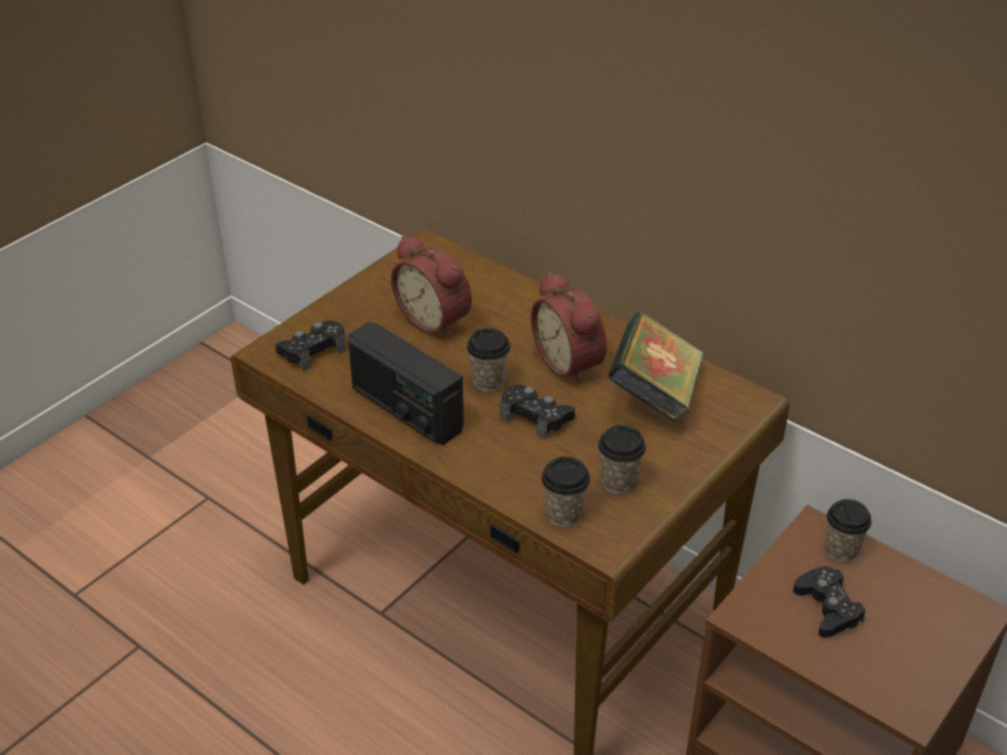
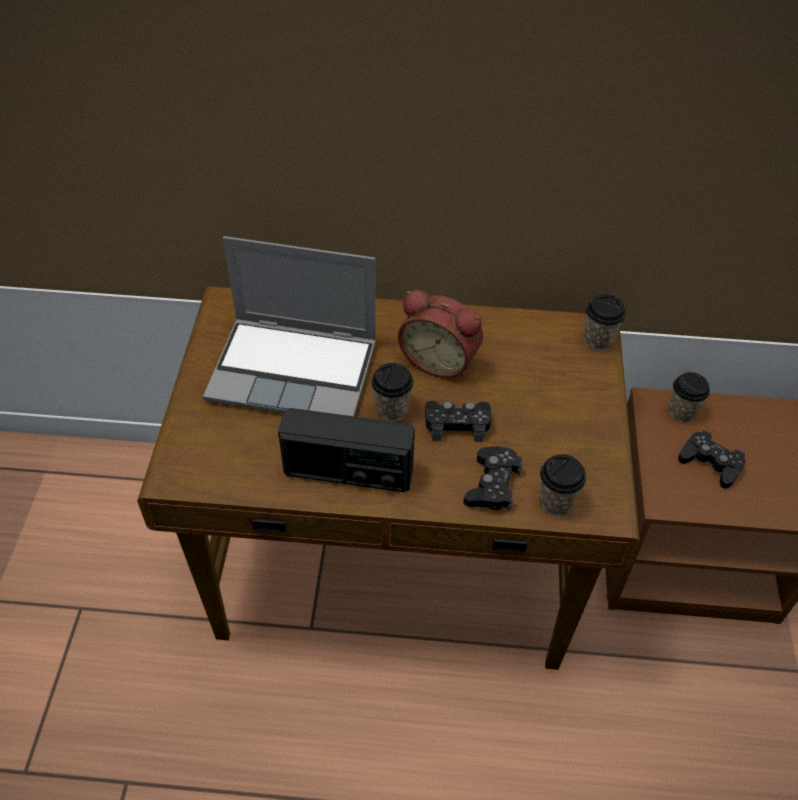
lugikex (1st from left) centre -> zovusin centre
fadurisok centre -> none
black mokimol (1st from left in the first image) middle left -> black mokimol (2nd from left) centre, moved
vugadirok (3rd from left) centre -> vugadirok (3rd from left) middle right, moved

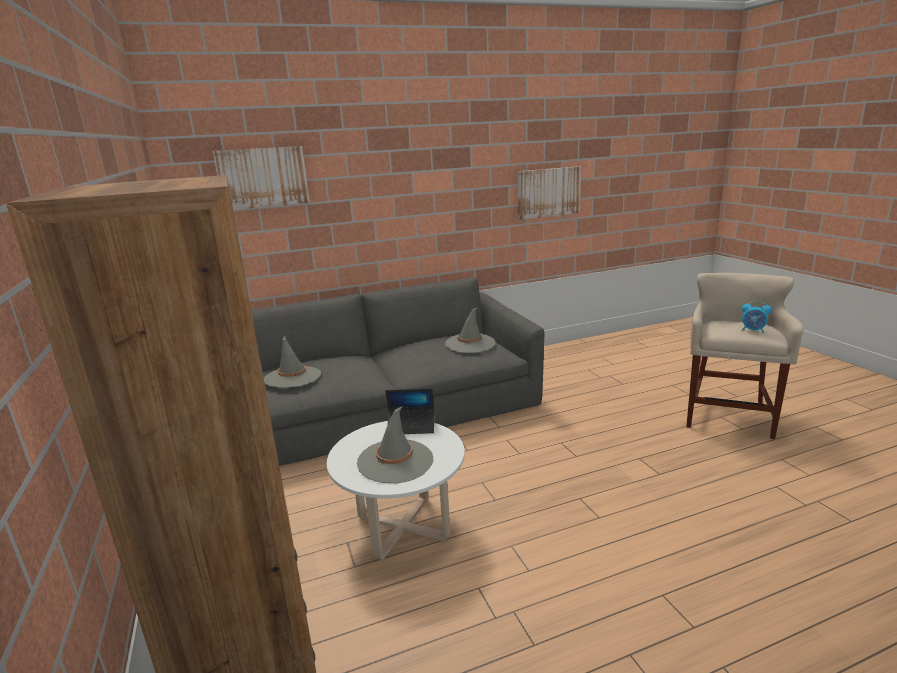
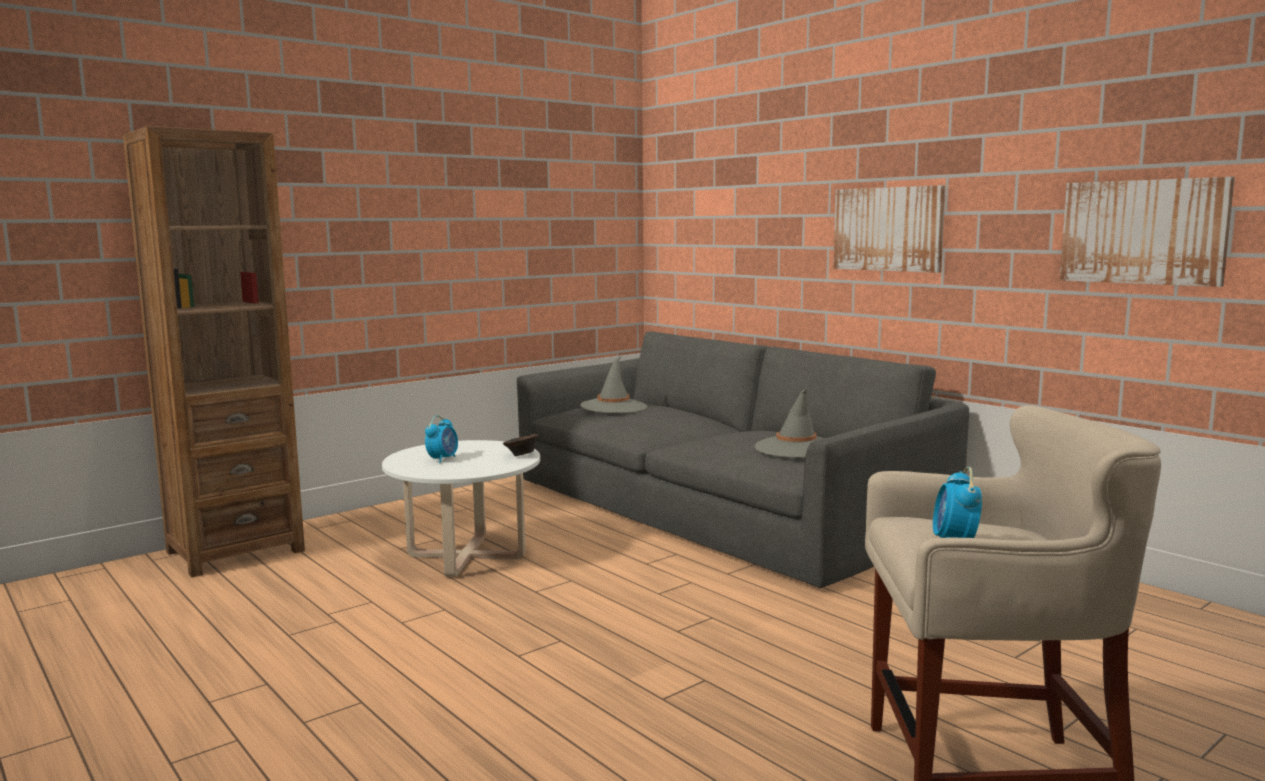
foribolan (1st from left) top left -> foribolan (1st from left) top right, moved
zovusin centre -> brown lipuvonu centre
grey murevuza (2nd from left) centre -> lugikex (1st from left) centre

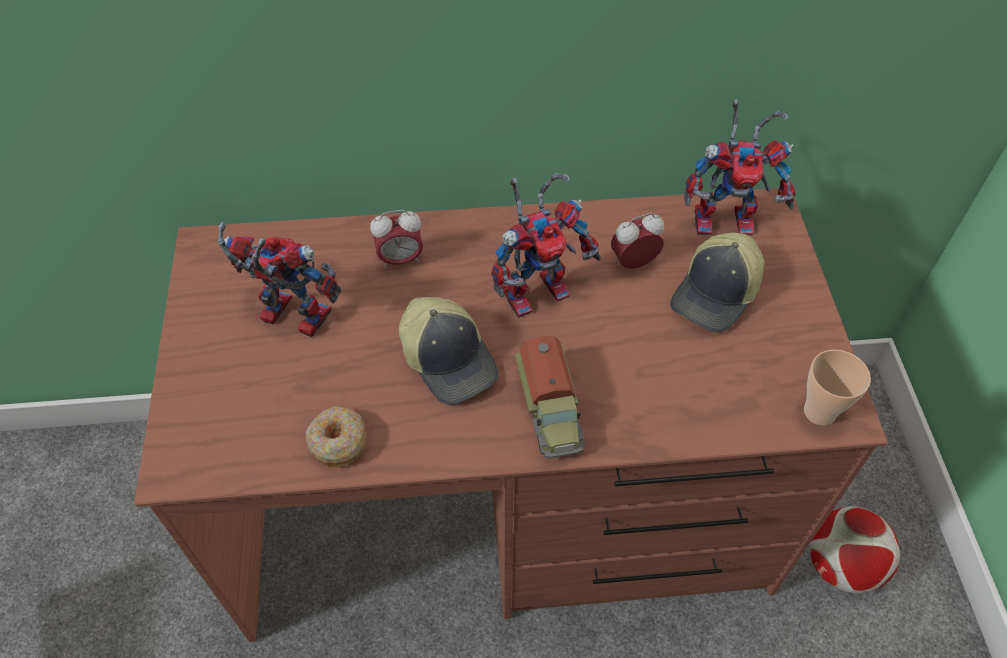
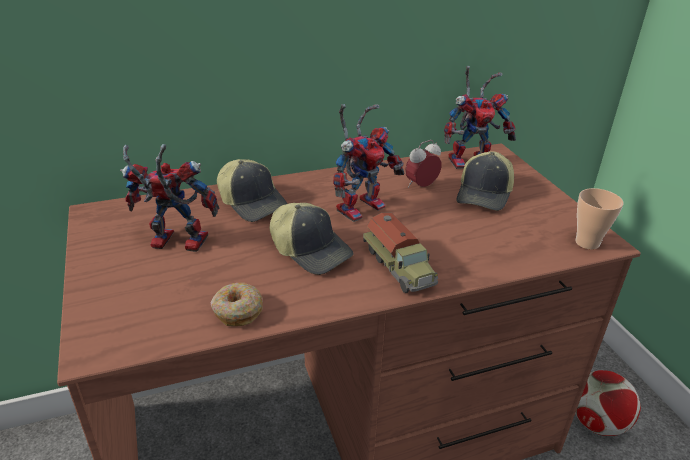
lugikex (1st from left) centre -> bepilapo (1st from left) centre

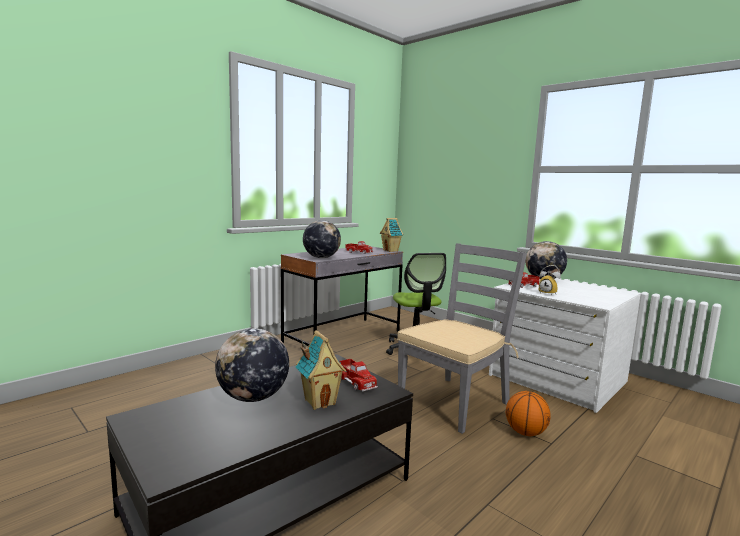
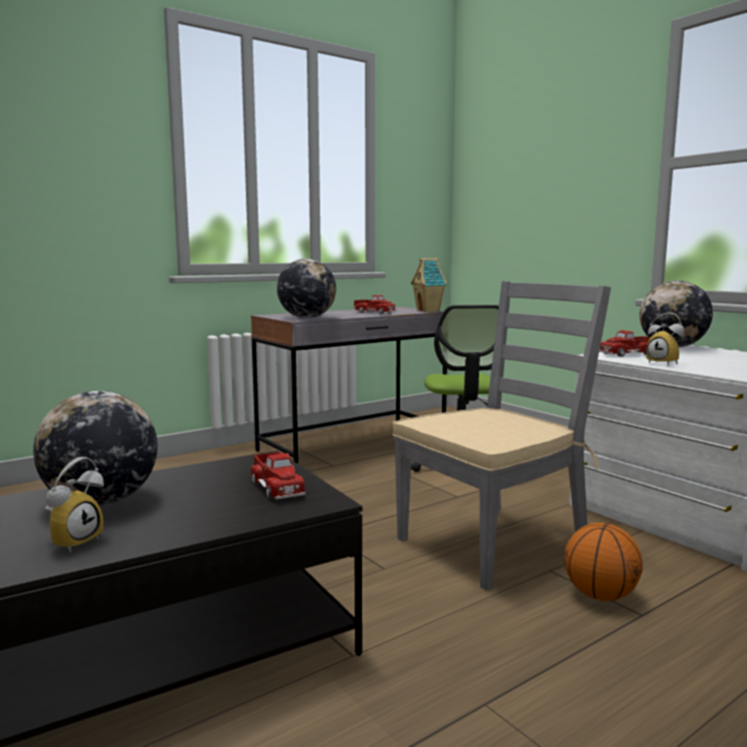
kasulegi (1st from left) bottom centre -> none
none -> lugikex (1st from left) bottom left

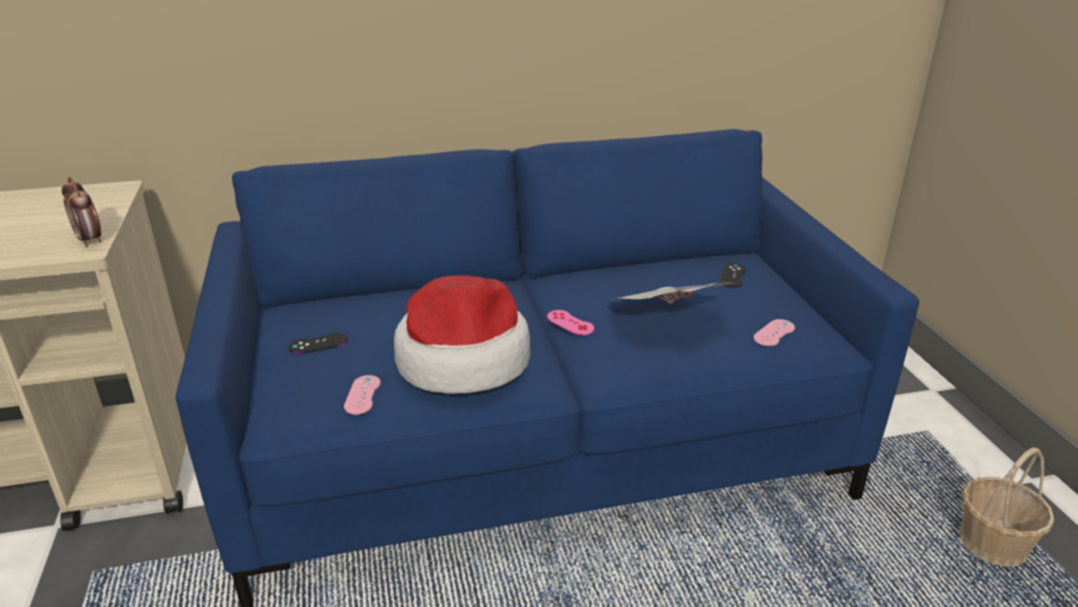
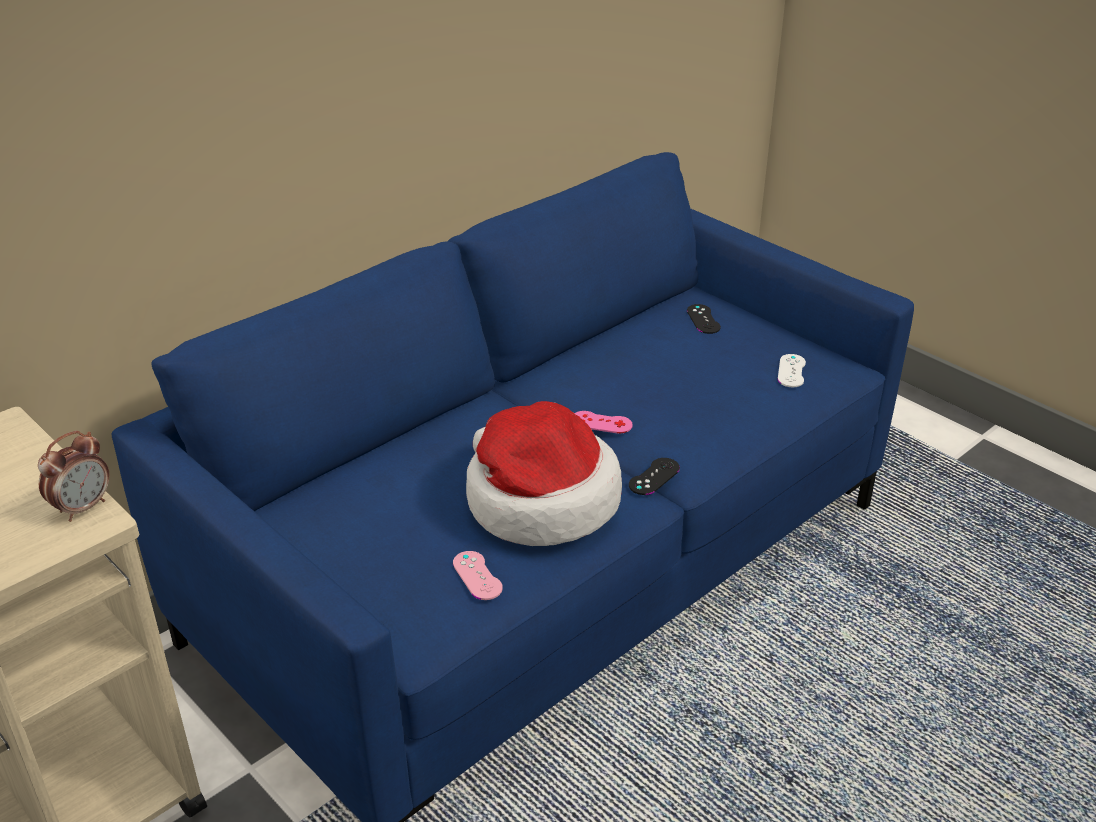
lugikex middle left, 75 degrees counterclockwise
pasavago centre -> none
pink mokimol (3rd from left) middle right -> white mokimol middle right
black mokimol (1st from left) middle left -> black mokimol (1st from left) centre, moved
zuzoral bottom right -> none

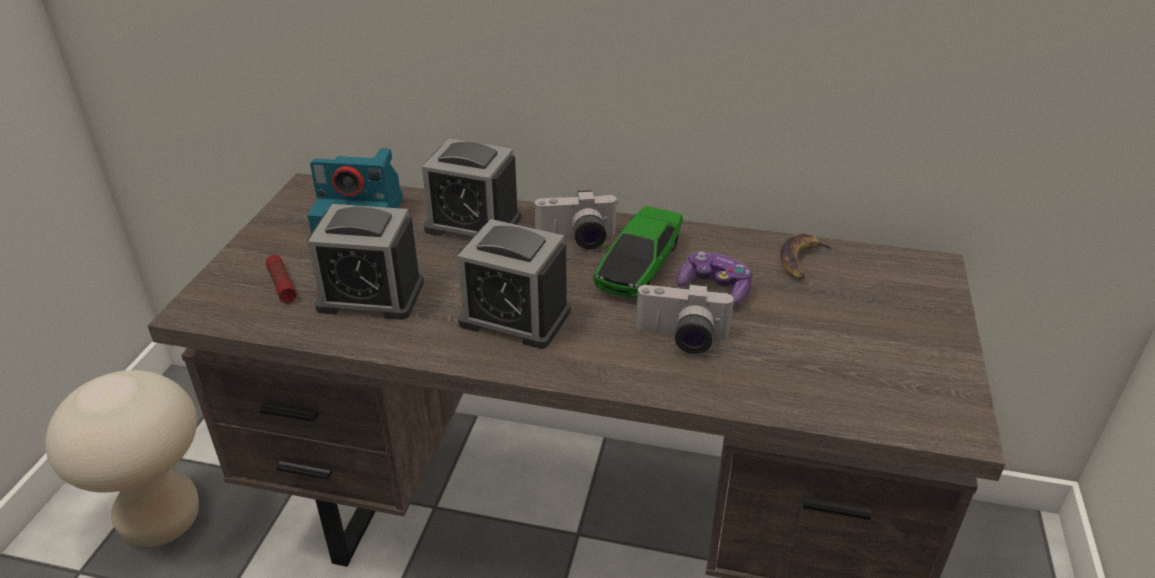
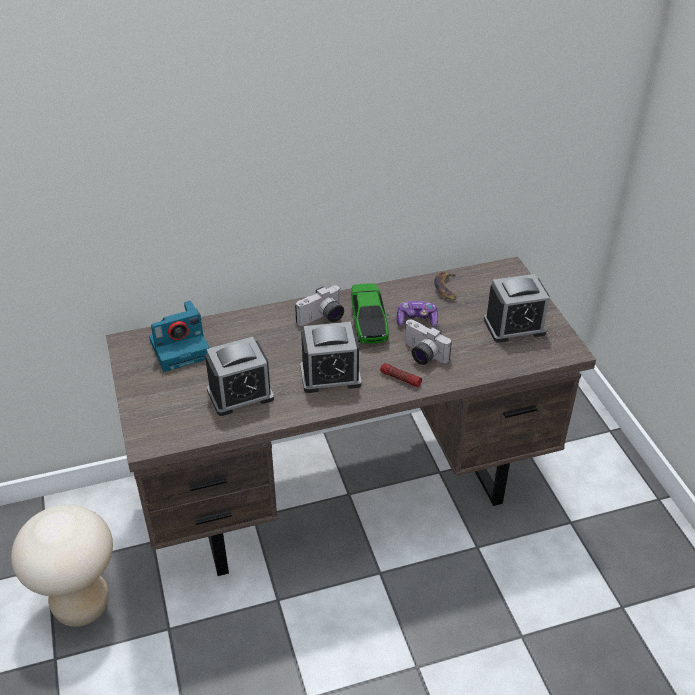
lugikex (2nd from left in the first image) top centre -> lugikex (3rd from left) middle right, moved
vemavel middle left -> vemavel centre, moved
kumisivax (3rd from left) centre, 60 degrees clockwise

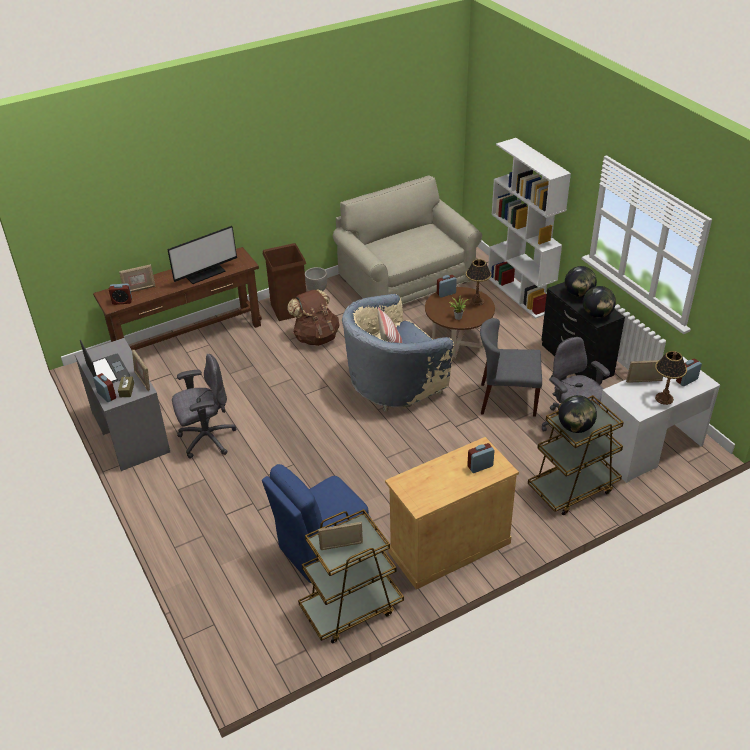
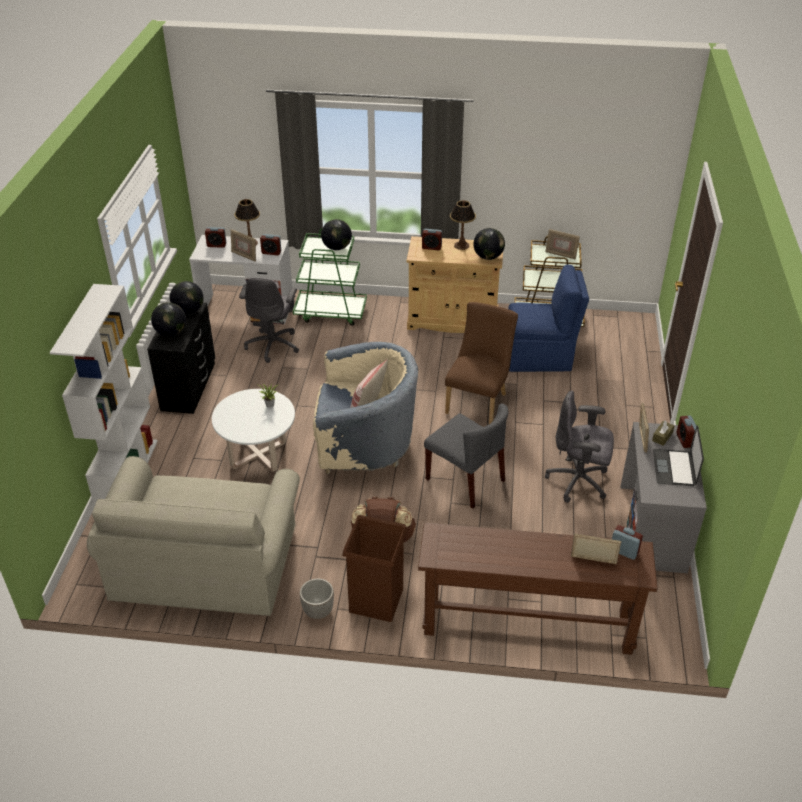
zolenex middle left -> none
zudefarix (1st from left in the first image) centre -> zudefarix (2nd from left) top centre, moved
lugikex (3rd from left in the first image) centre -> lugikex (2nd from left) top centre, moved
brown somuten centre -> white somuten middle left
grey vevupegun middle right -> grey vevupegun centre, moved
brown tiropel (2nd from left) middle right -> green tiropel centre
none -> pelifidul (4th from left) top centre
none -> brown vevupegun centre

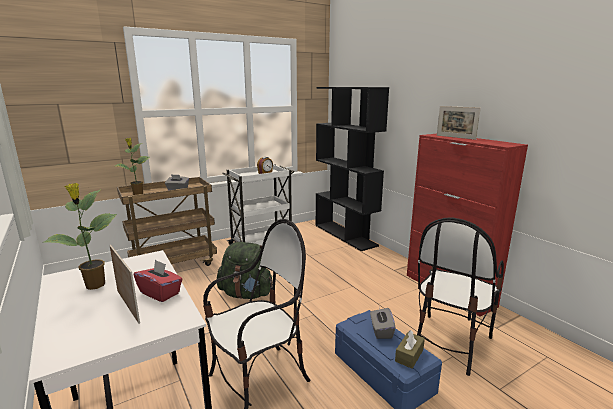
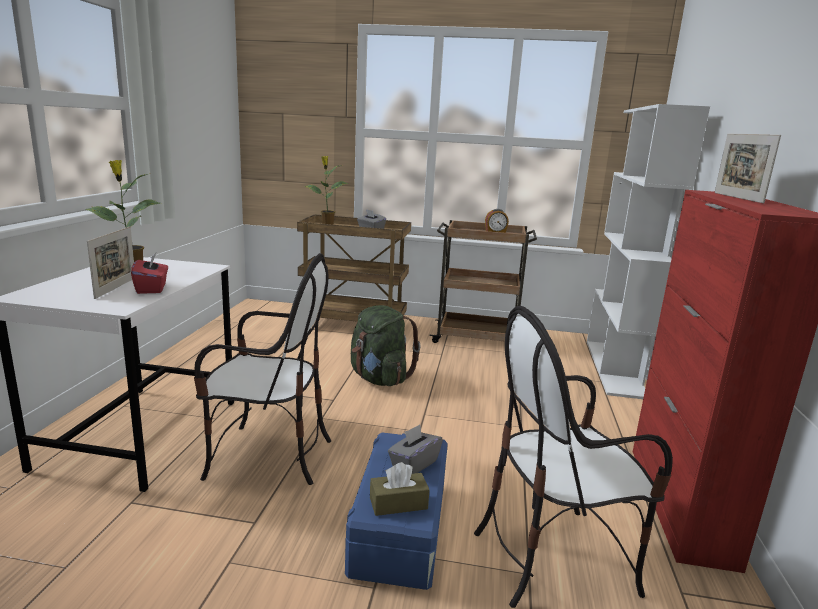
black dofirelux centre -> white dofirelux middle right
white tiropel centre -> brown tiropel (2nd from left) centre

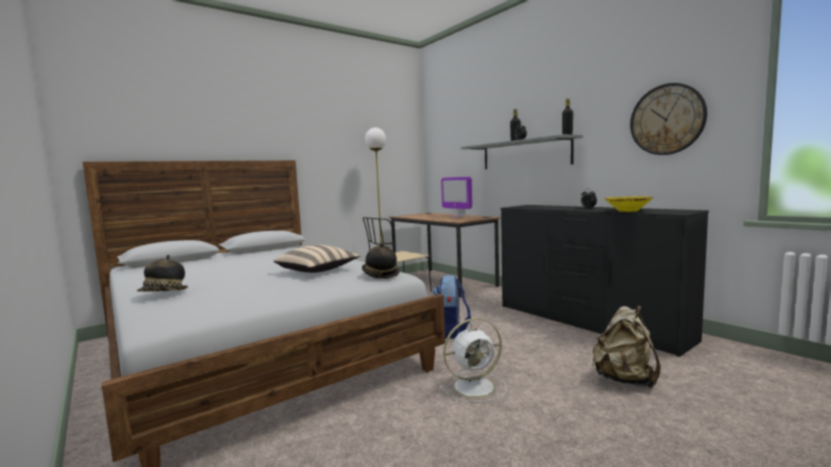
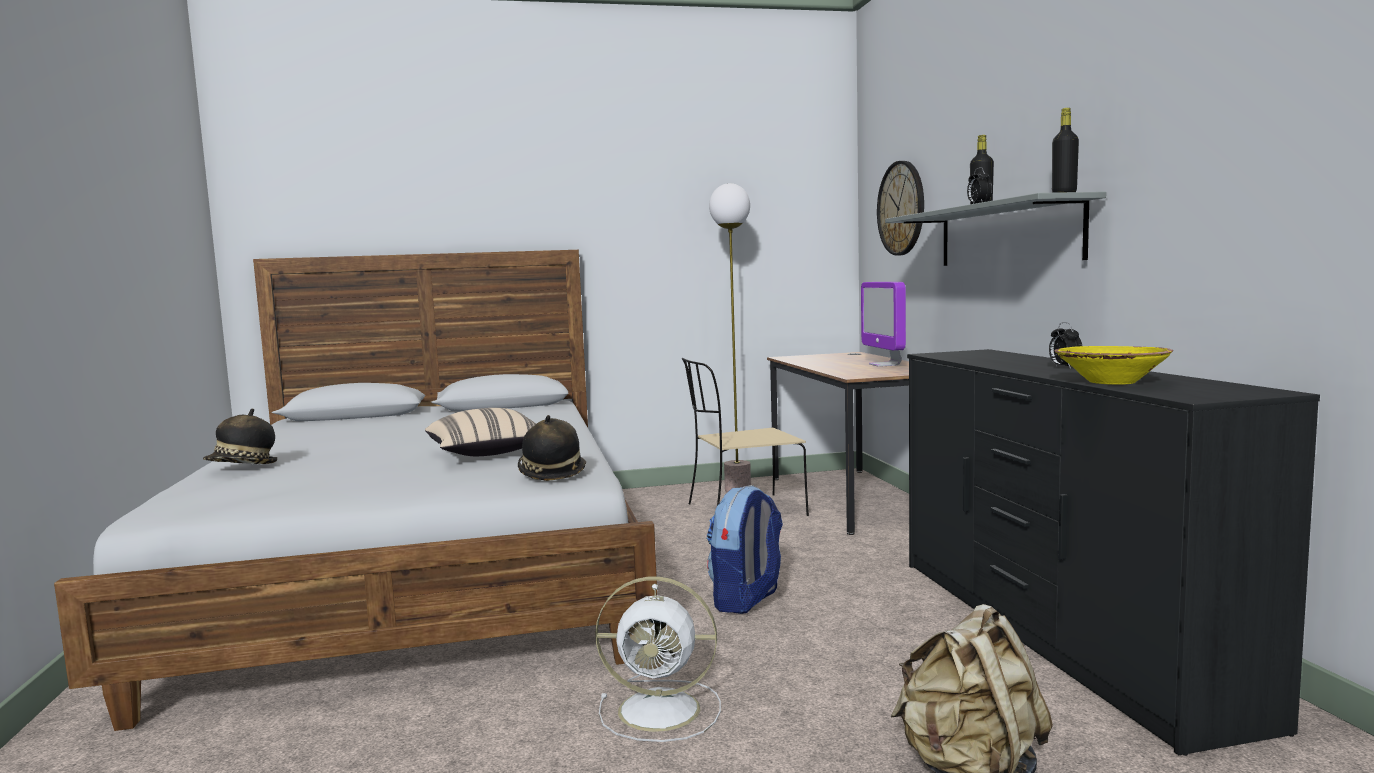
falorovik top right -> falorovik top centre, moved

